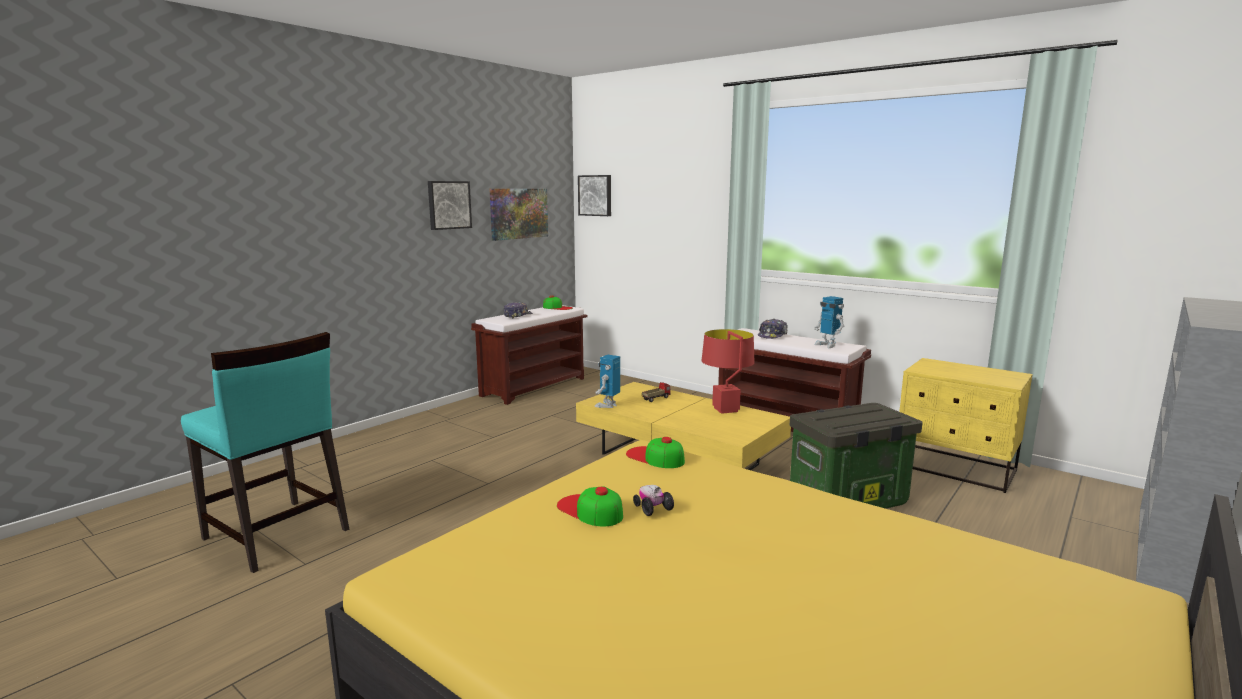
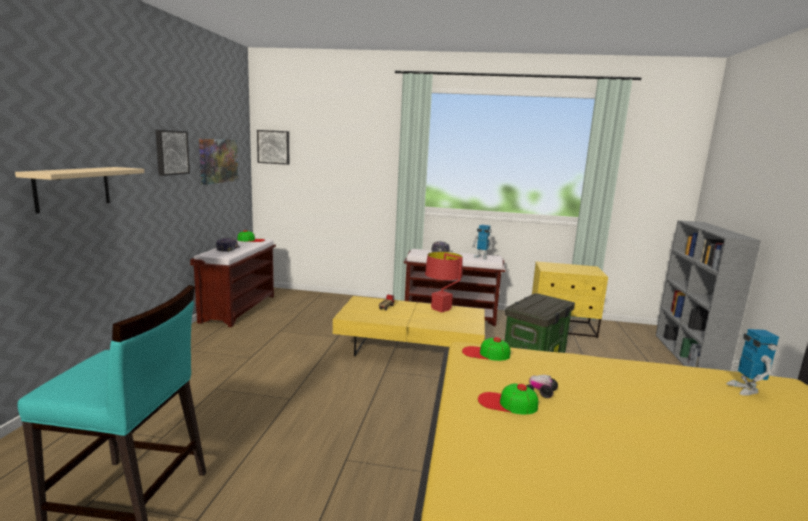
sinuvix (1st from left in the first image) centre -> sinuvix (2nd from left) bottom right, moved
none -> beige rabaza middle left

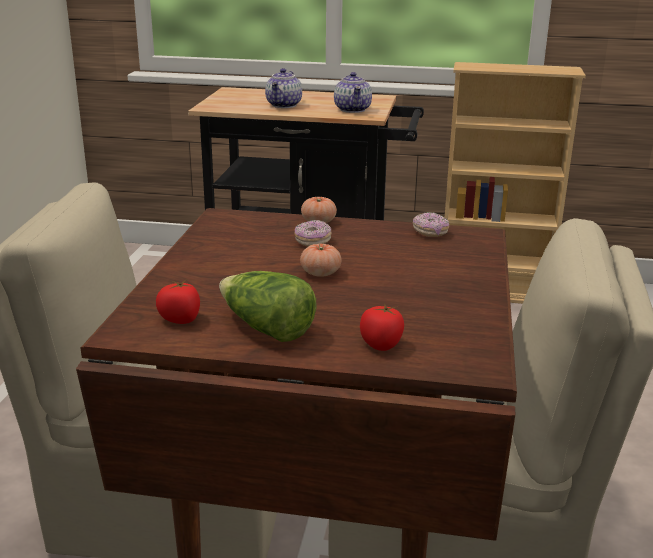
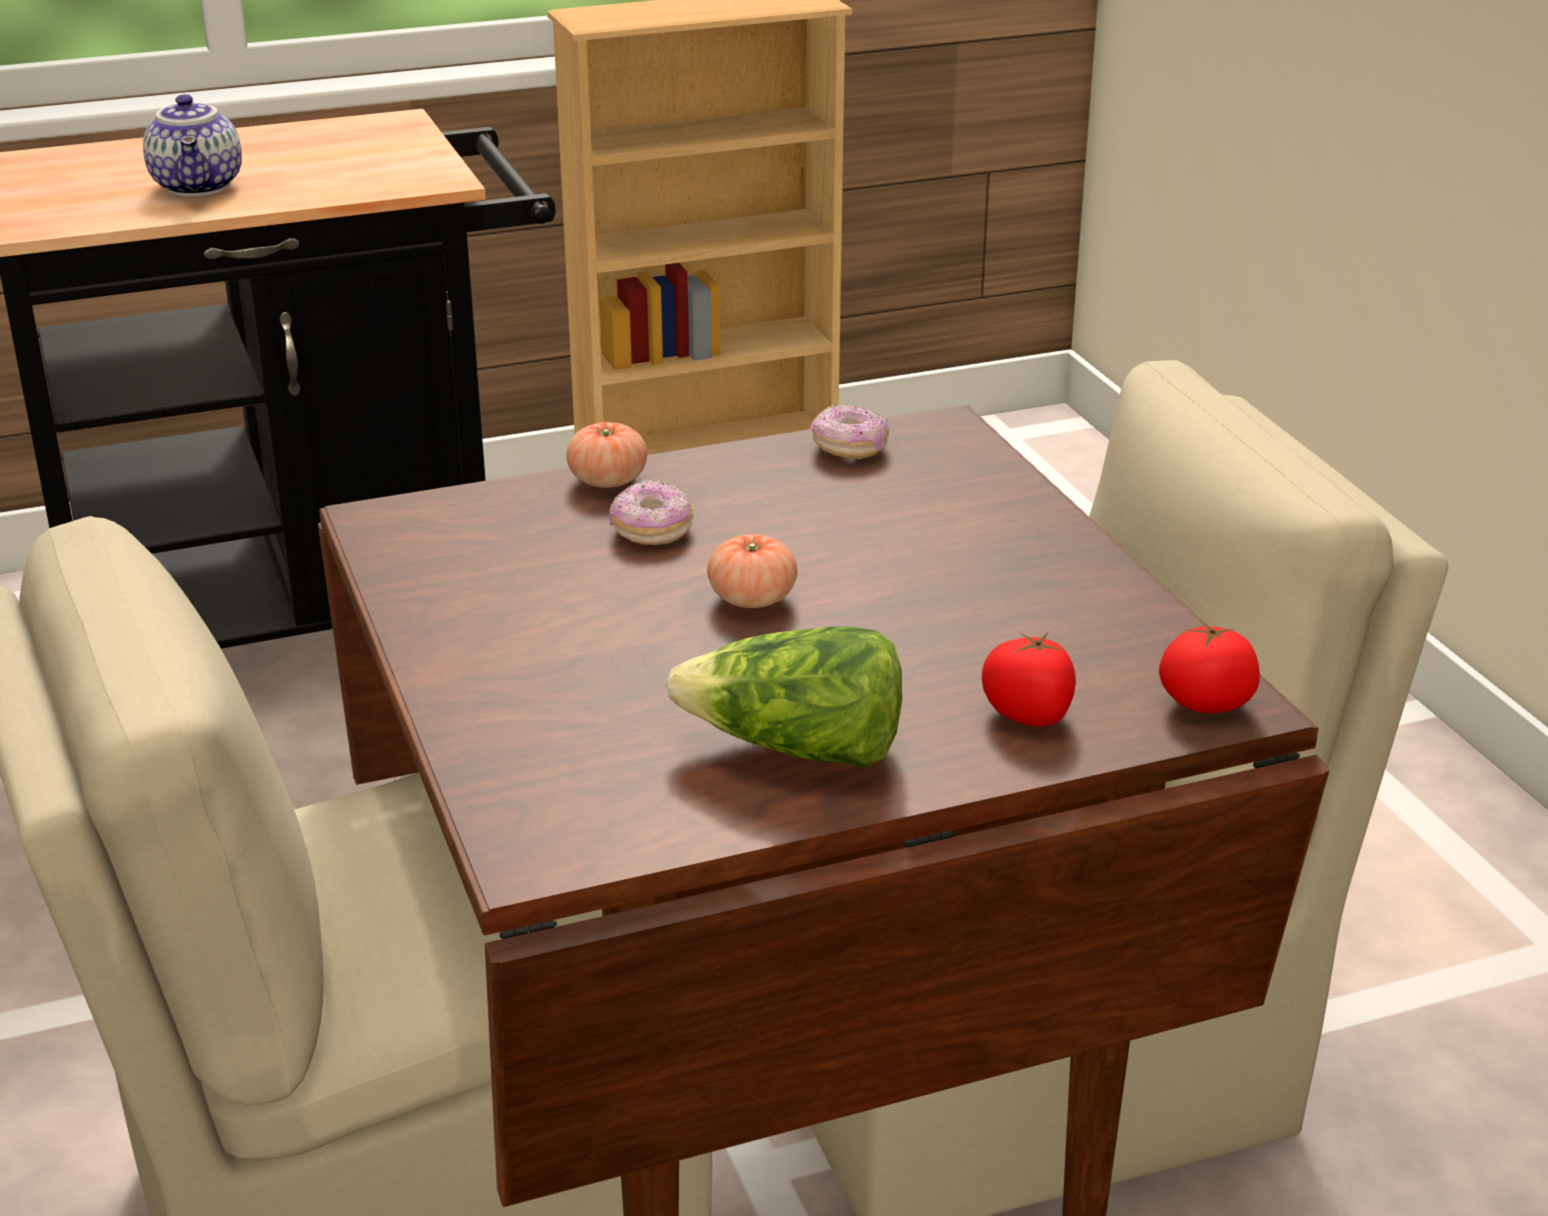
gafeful (2nd from left) top centre -> none
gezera (1st from left in the first image) middle left -> gezera (4th from left) middle right, moved

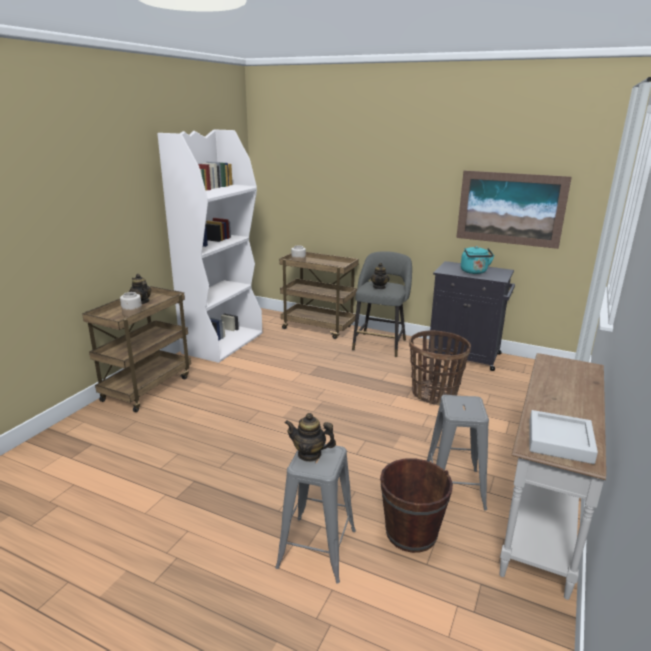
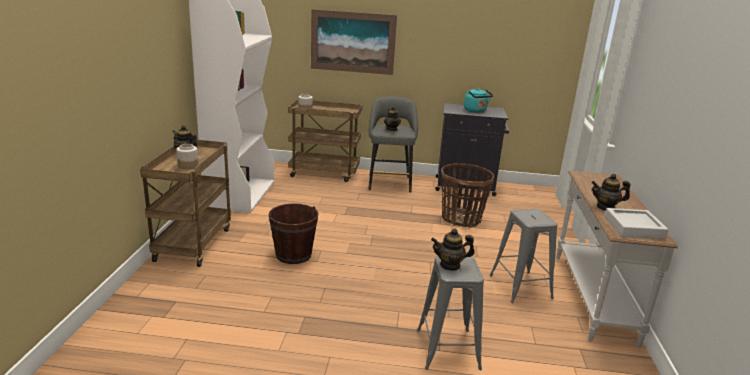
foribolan top right -> foribolan top centre, moved
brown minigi bottom centre -> brown minigi centre, moved
none -> gafeful (4th from left) middle right

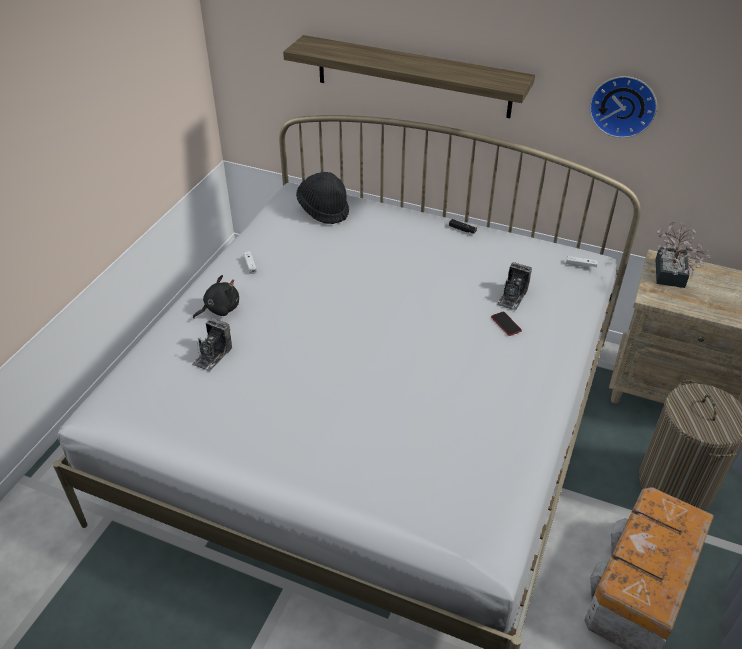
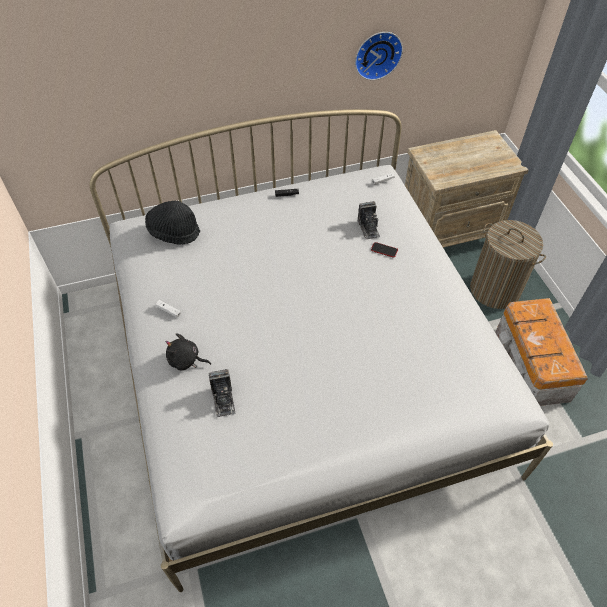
rabaza top centre -> none
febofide middle right -> none
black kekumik middle left, 90 degrees counterclockwise

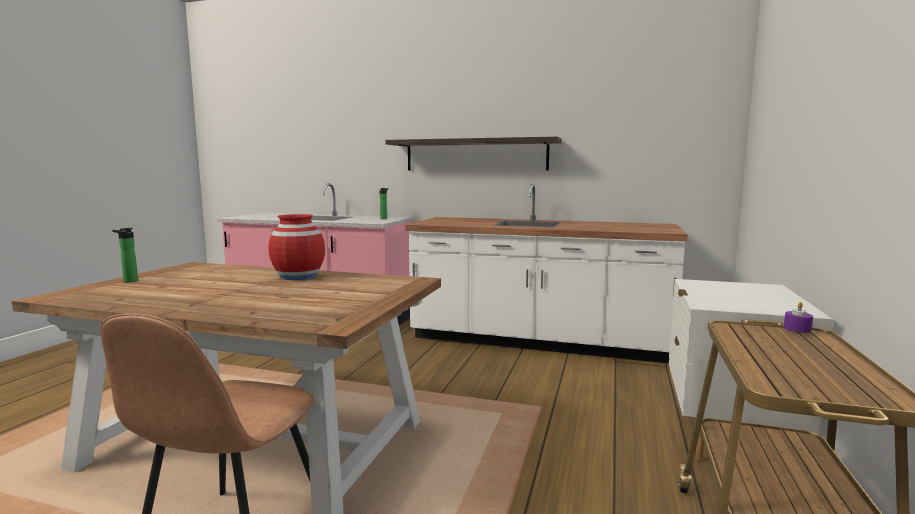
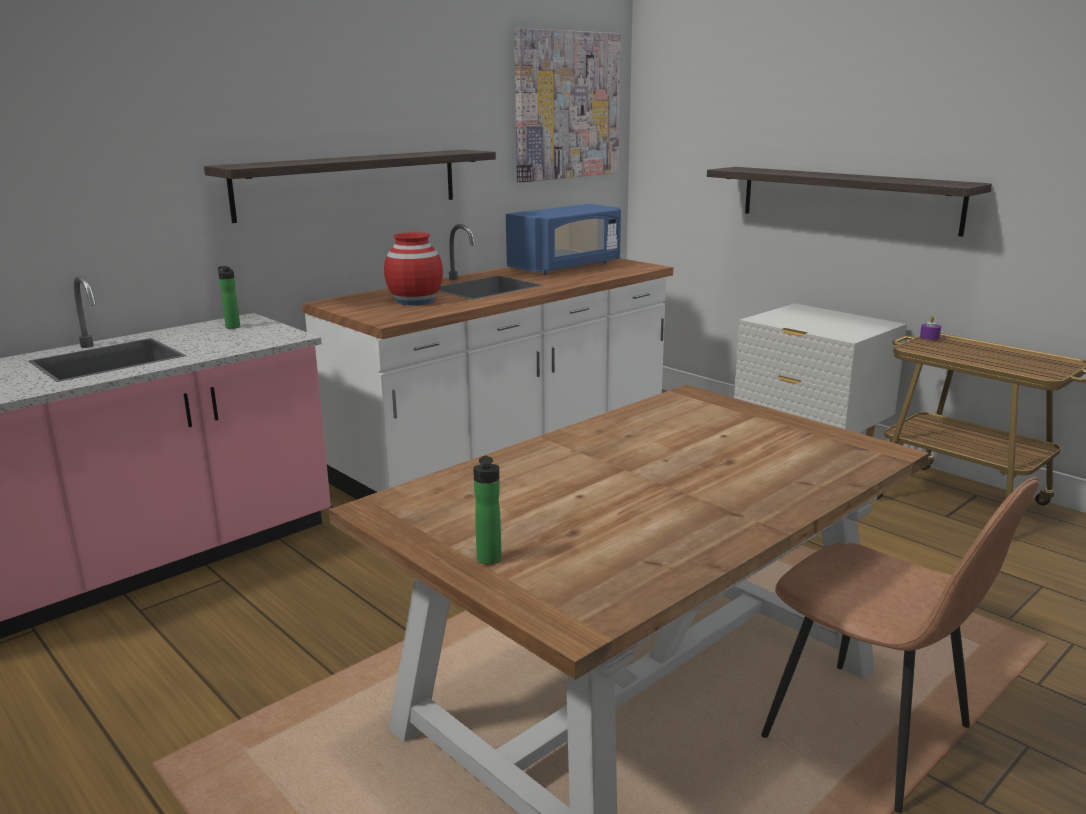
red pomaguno middle left -> red pomaguno top centre, moved
none -> foribolan top centre
none -> rabaza (2nd from left) top right
none -> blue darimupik top centre

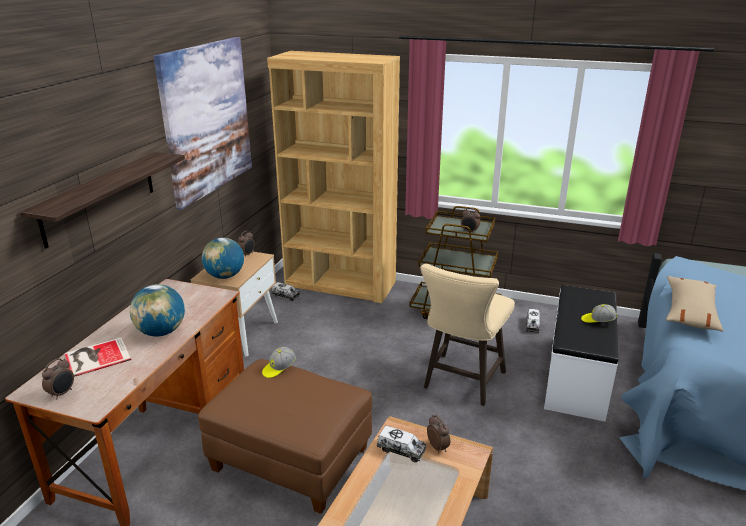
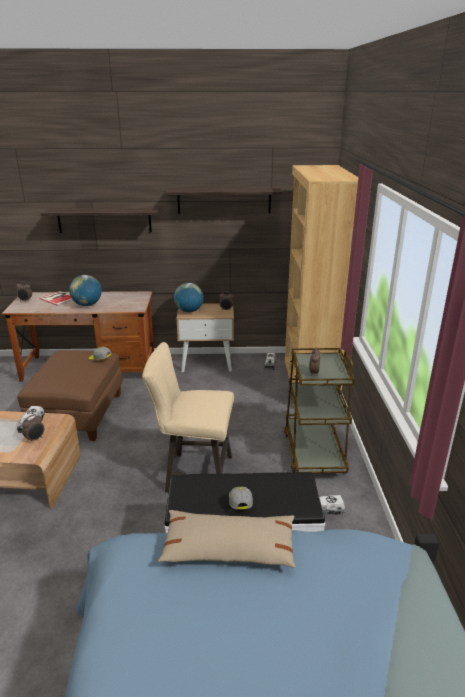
foribolan top left -> rabaza (2nd from left) top centre

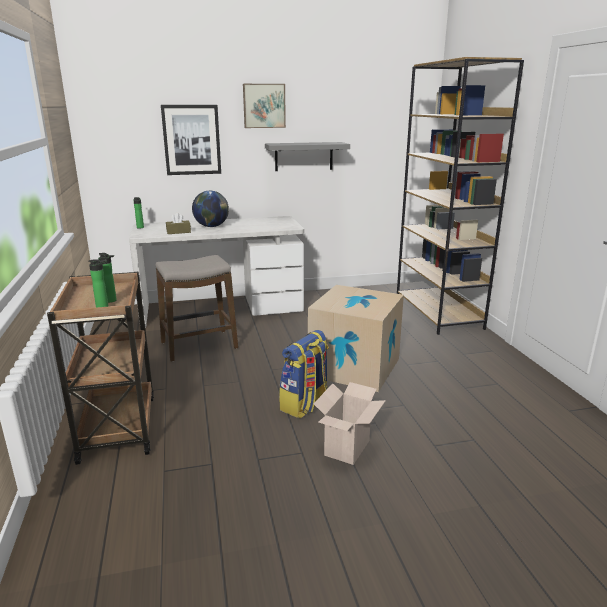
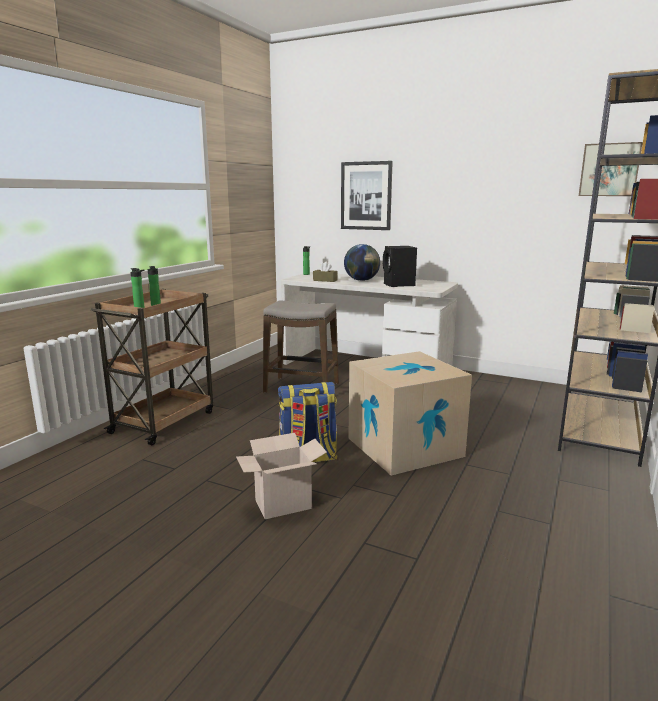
foribolan (2nd from left) top centre -> foribolan (2nd from left) top right, moved
grey rabaza top centre -> none
none -> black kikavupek centre

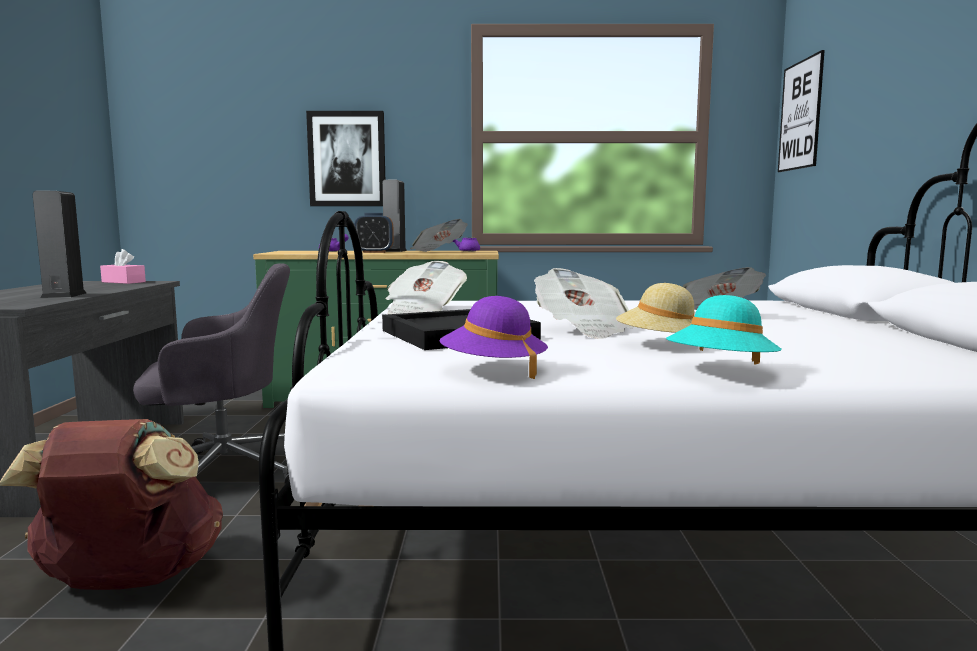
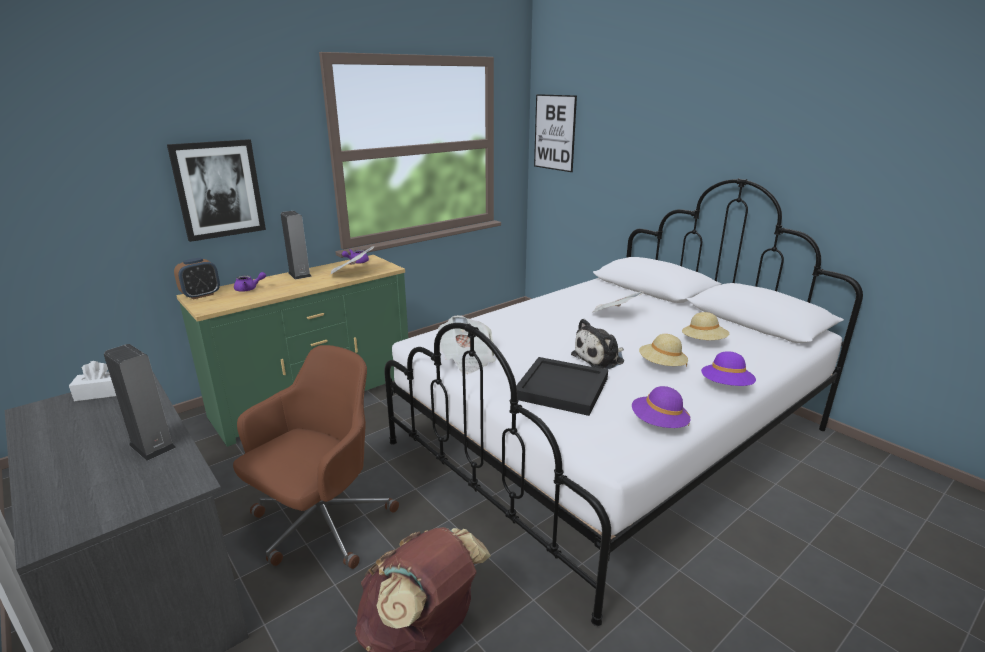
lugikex centre -> lugikex middle left, moved
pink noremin middle left -> white noremin middle left
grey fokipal middle left -> brown fokipal bottom left
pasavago (3rd from left) centre -> kekumik centre
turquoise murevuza middle right -> purple murevuza (2nd from left) middle right
none -> beige murevuza (2nd from left) middle right

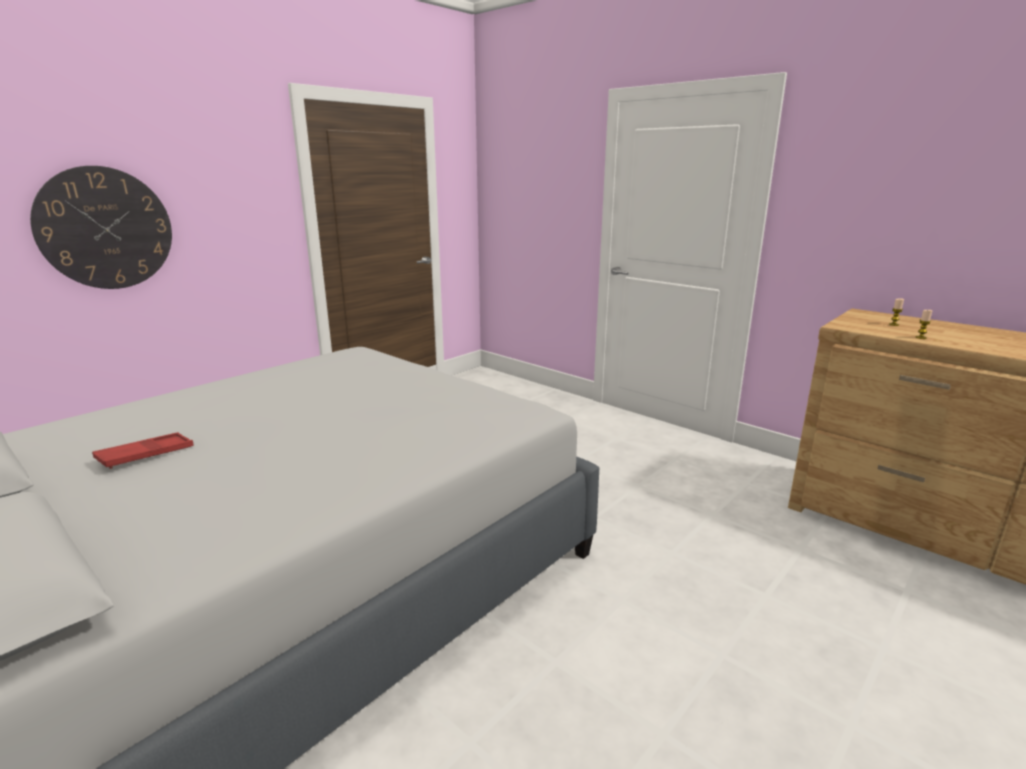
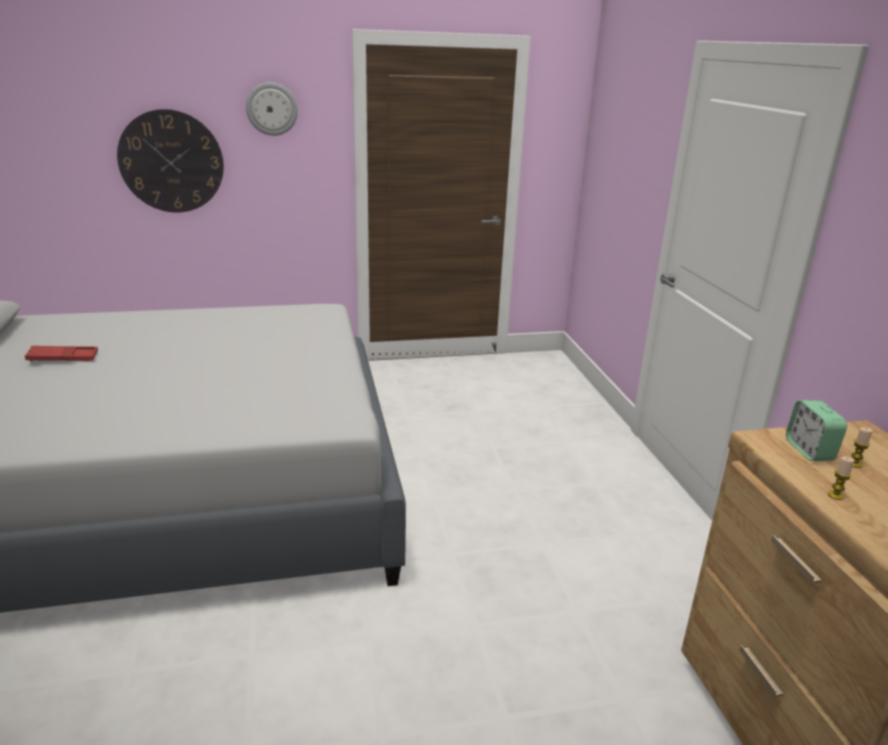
none -> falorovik (2nd from left) top left
none -> lugikex middle right

